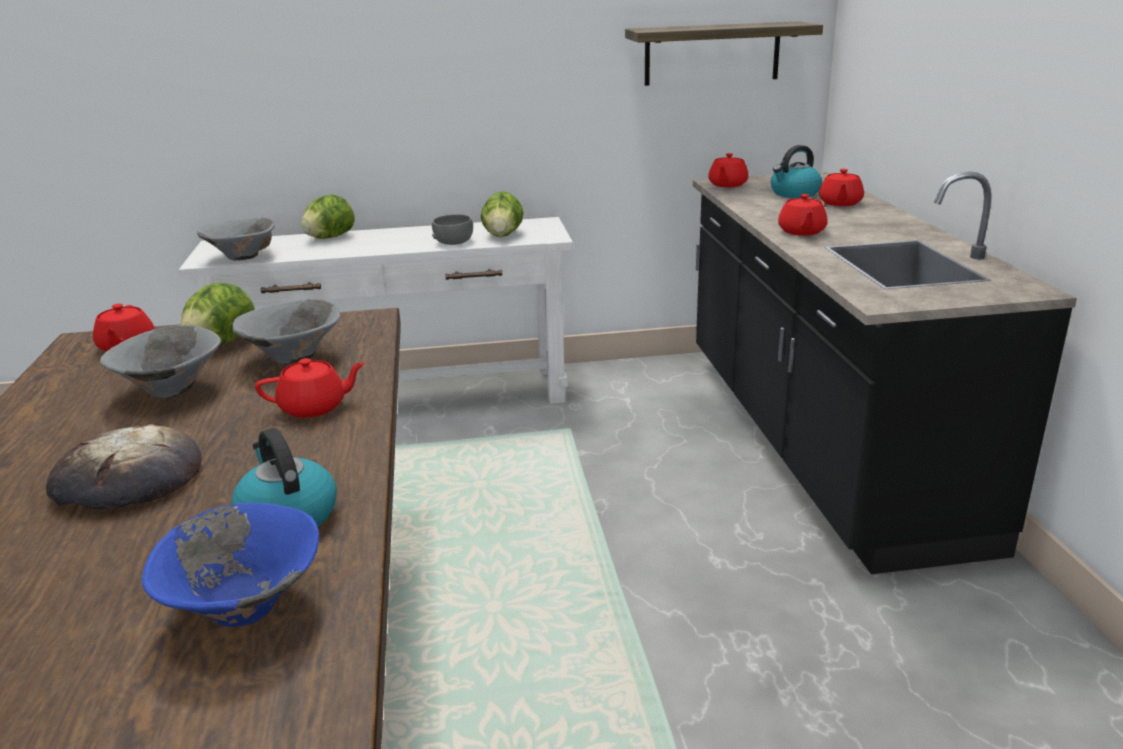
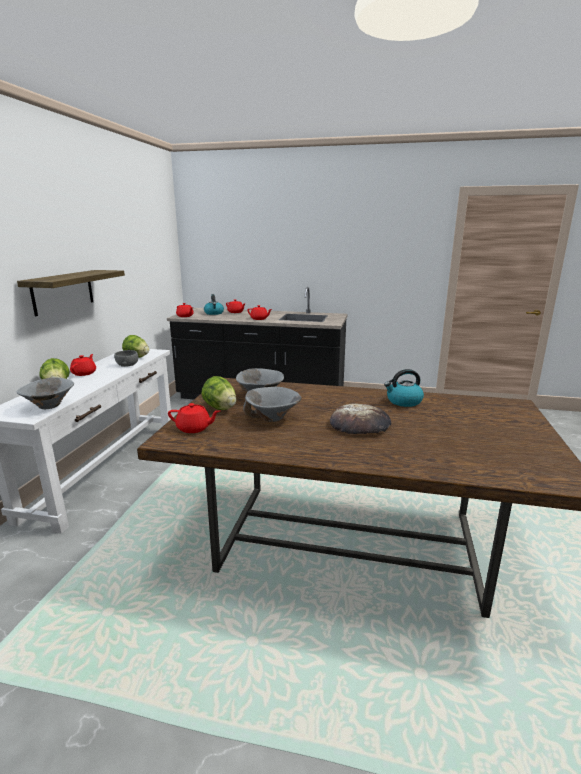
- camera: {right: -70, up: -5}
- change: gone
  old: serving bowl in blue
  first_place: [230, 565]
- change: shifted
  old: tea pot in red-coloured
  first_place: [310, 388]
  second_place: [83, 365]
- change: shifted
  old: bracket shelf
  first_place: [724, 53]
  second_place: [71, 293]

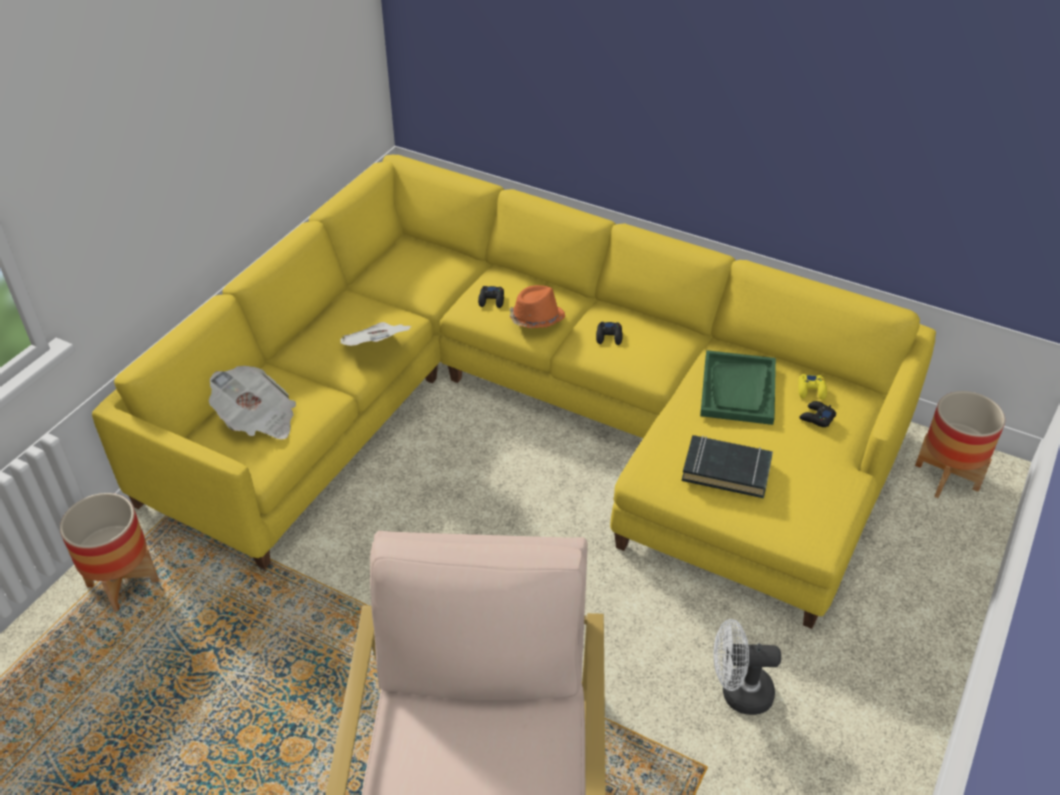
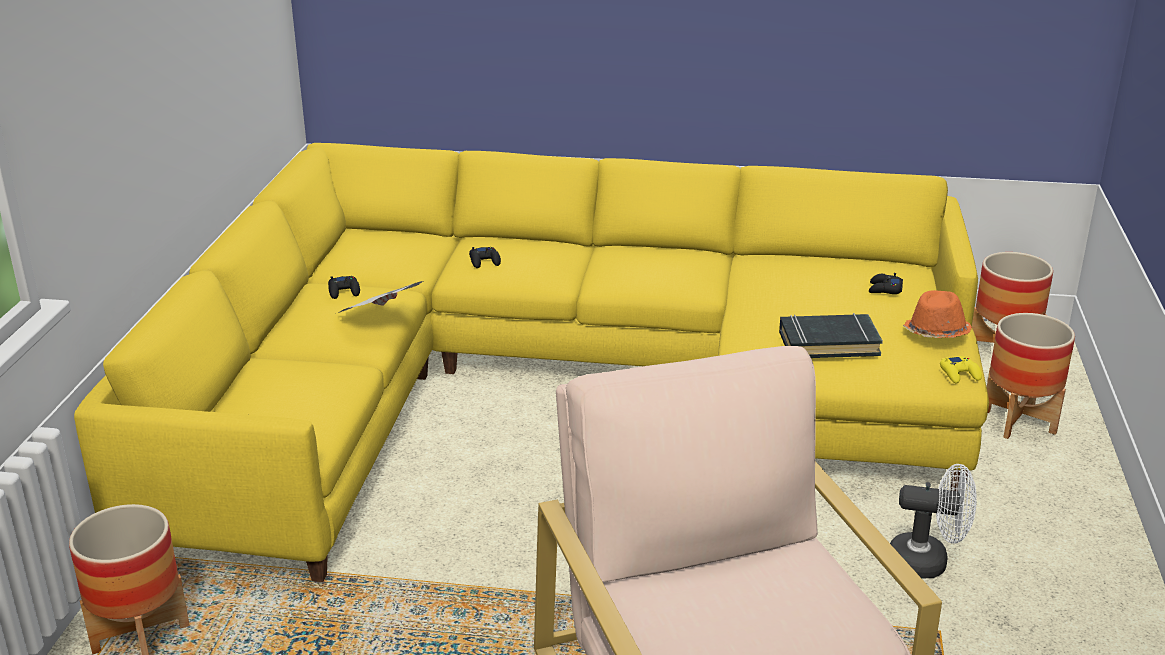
- camera: {right: -20, up: -15}
- change: gone
  old: daily paper
  first_place: [252, 403]
- change: shifted
  old: wearable hat in orange
  first_place: [537, 306]
  second_place: [937, 314]
- change: shifted
  old: game controller in blackish
  first_place: [609, 333]
  second_place: [344, 287]
- change: gone
  old: carrying tray in green
  first_place: [738, 387]
- change: rotated
  old: electric fan in white-coloured
  first_place: [747, 667]
  second_place: [933, 521]
  degrees: -150
- change: shifted
  old: game controller in yellowish
  first_place: [813, 387]
  second_place: [961, 370]
- change: new
  new: flower pot
  second_place: [1031, 376]

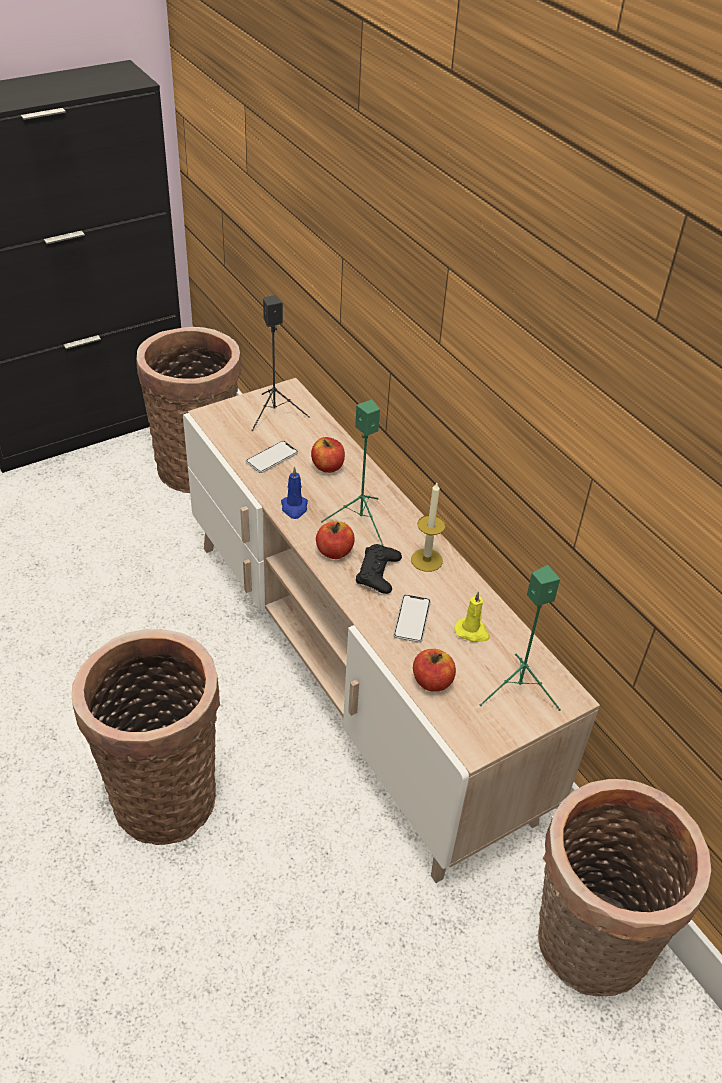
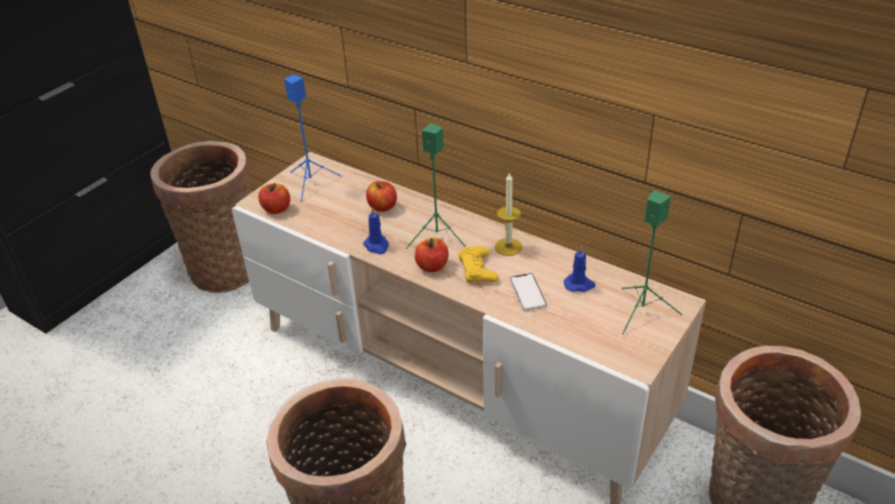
- camera: {right: -20, up: -5}
- change: gone
  old: handset
  first_place: [272, 457]
- change: repainted
  old: audio speaker in blackish
  new: audio speaker in blue
  first_place: [281, 363]
  second_place: [313, 138]
- change: repainted
  old: game controller in blackish
  new: game controller in yellowish
  first_place: [379, 569]
  second_place: [478, 264]
- change: shifted
  old: apple fruit
  first_place: [434, 670]
  second_place: [274, 198]
- change: repainted
  old: wax light in yellowish
  new: wax light in blue
  first_place: [472, 616]
  second_place: [579, 268]

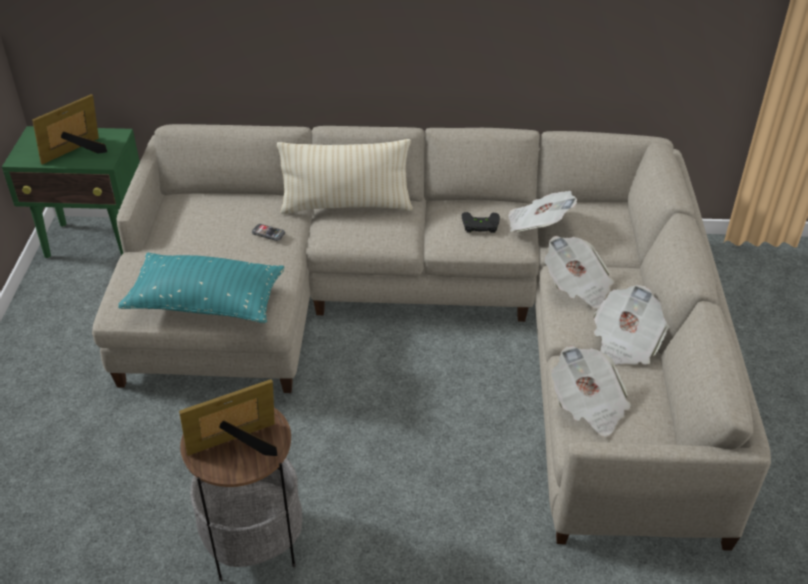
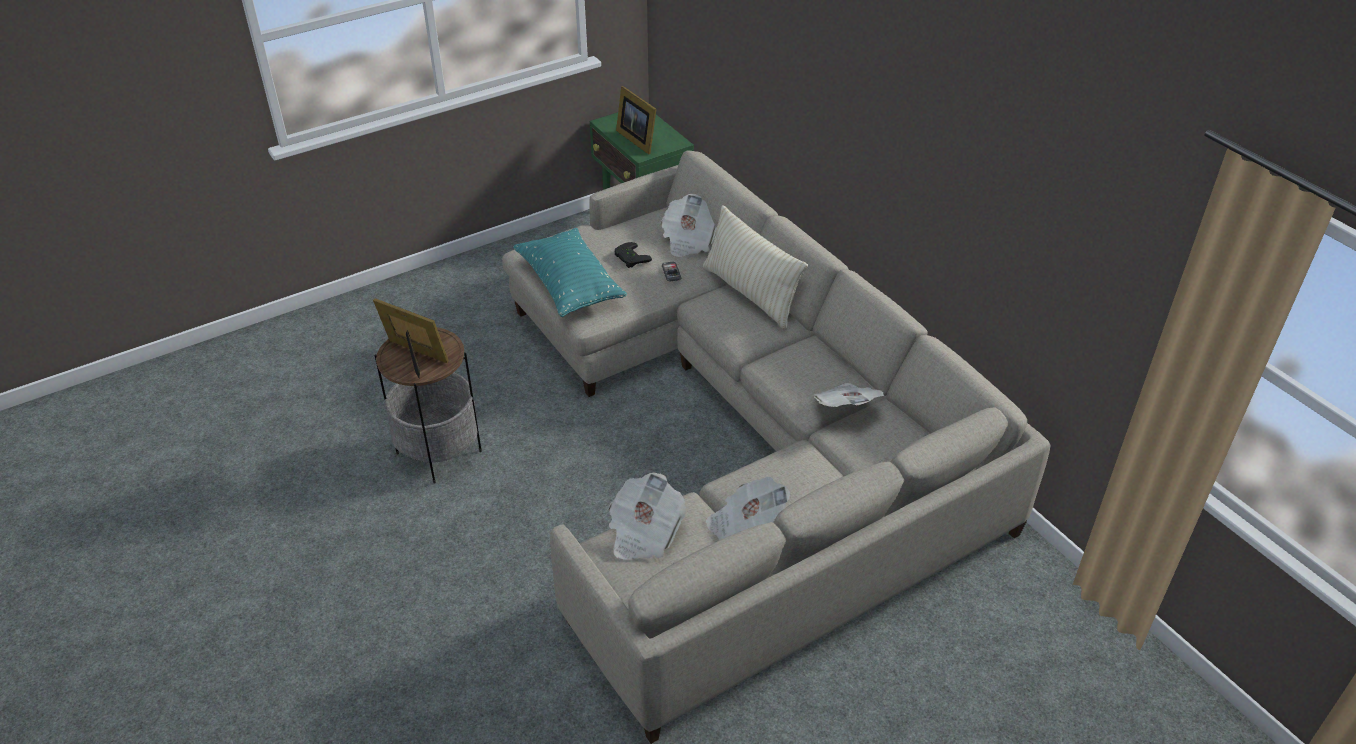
- camera: {right: 55, up: 0}
- change: rotated
  old: photo frame
  first_place: [69, 129]
  second_place: [636, 120]
  degrees: -135
- change: shifted
  old: game controller in blackish
  first_place: [481, 222]
  second_place: [633, 255]
- change: shifted
  old: daily paper
  first_place: [579, 272]
  second_place: [688, 225]

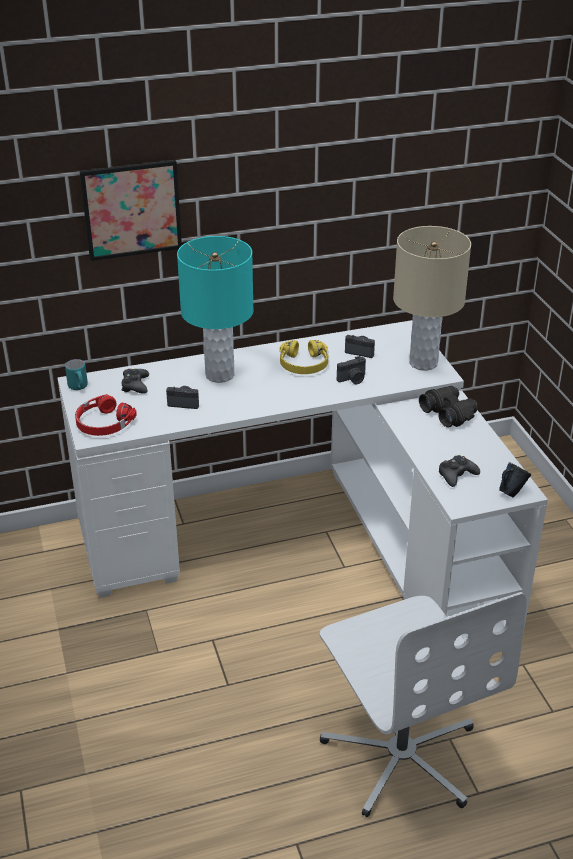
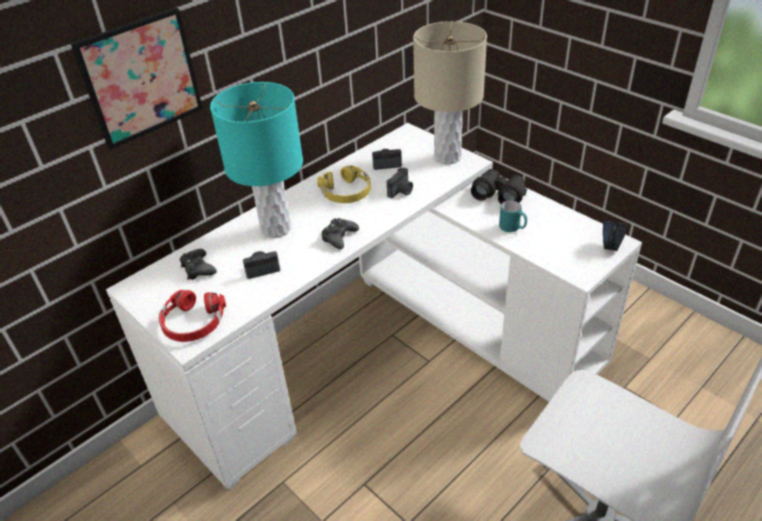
- camera: {right: -25, up: 5}
- change: shifted
  old: coffee mug in blue-green
  first_place: [76, 374]
  second_place: [513, 216]
- change: shifted
  old: game controller in blackish
  first_place: [459, 471]
  second_place: [340, 233]

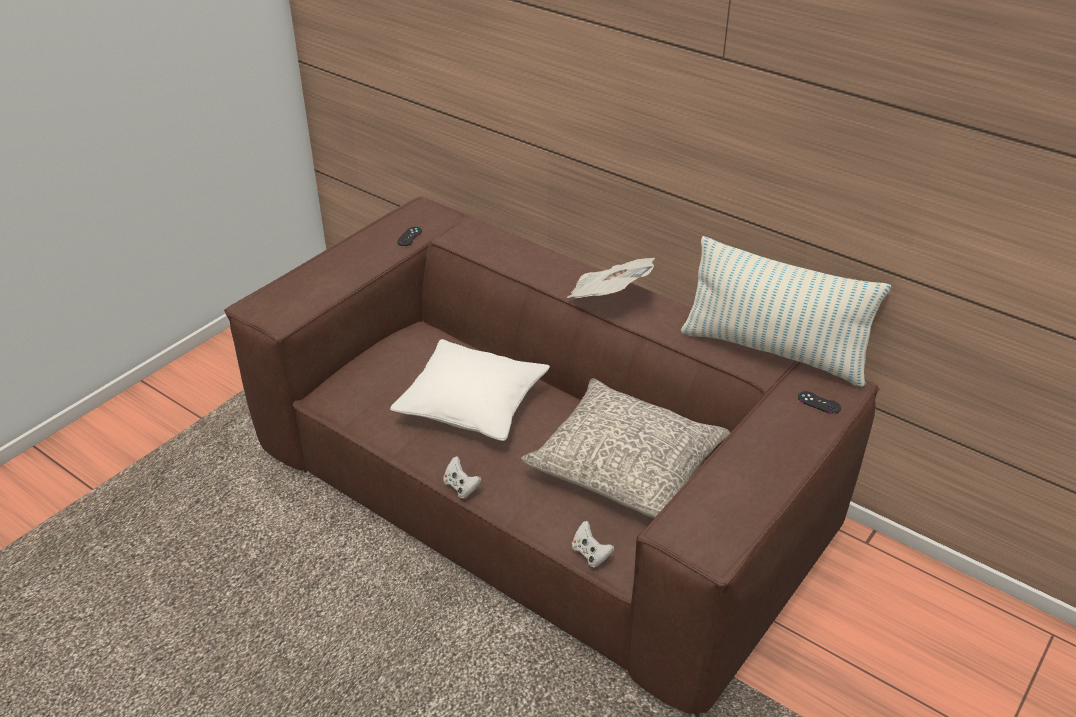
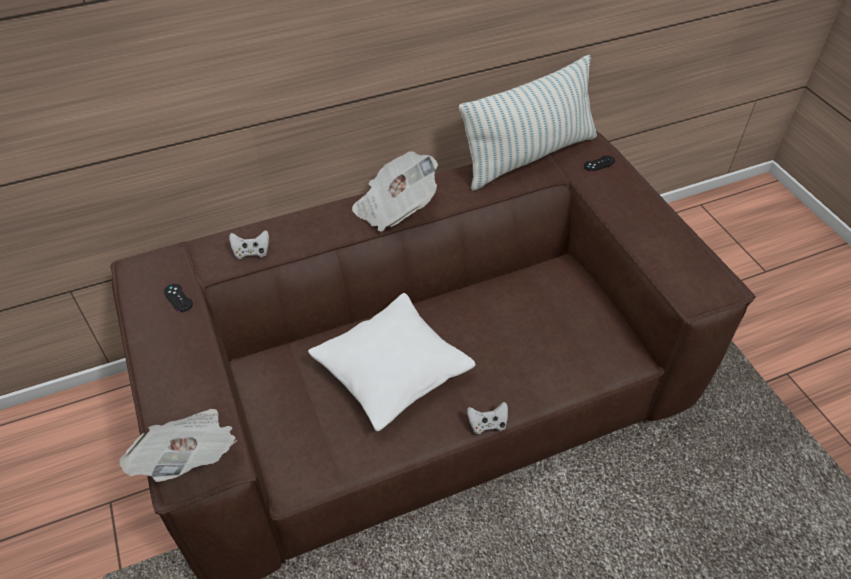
- camera: {right: -60, up: 10}
- change: gone
  old: throw pillow in greyish
  first_place: [625, 448]
- change: shifted
  old: game controller in white-coloured
  first_place: [593, 544]
  second_place: [249, 244]
- change: new
  new: daily paper
  second_place: [178, 445]

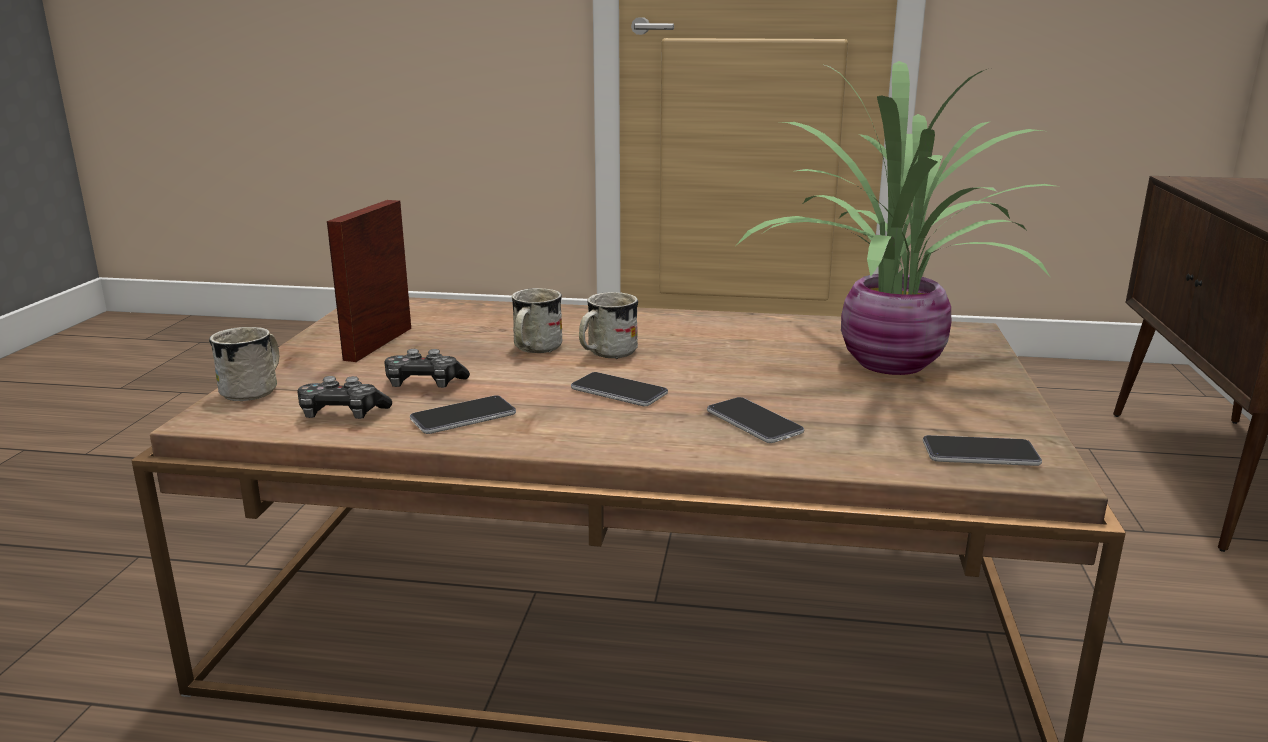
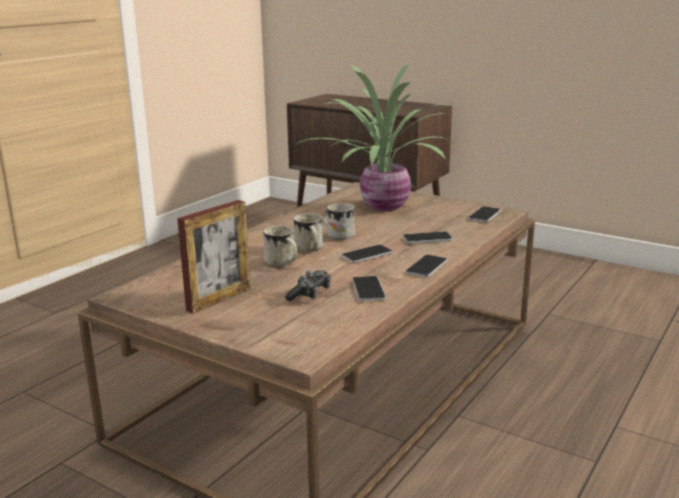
- camera: {right: -65, up: 0}
- change: shifted
  old: coffee mug in white-coloured
  first_place: [244, 364]
  second_place: [339, 221]
- change: gone
  old: game controller
  first_place: [344, 397]
- change: rotated
  old: photo frame
  first_place: [369, 281]
  second_place: [213, 257]
  degrees: -90
- change: new
  new: handset
  second_place: [427, 266]

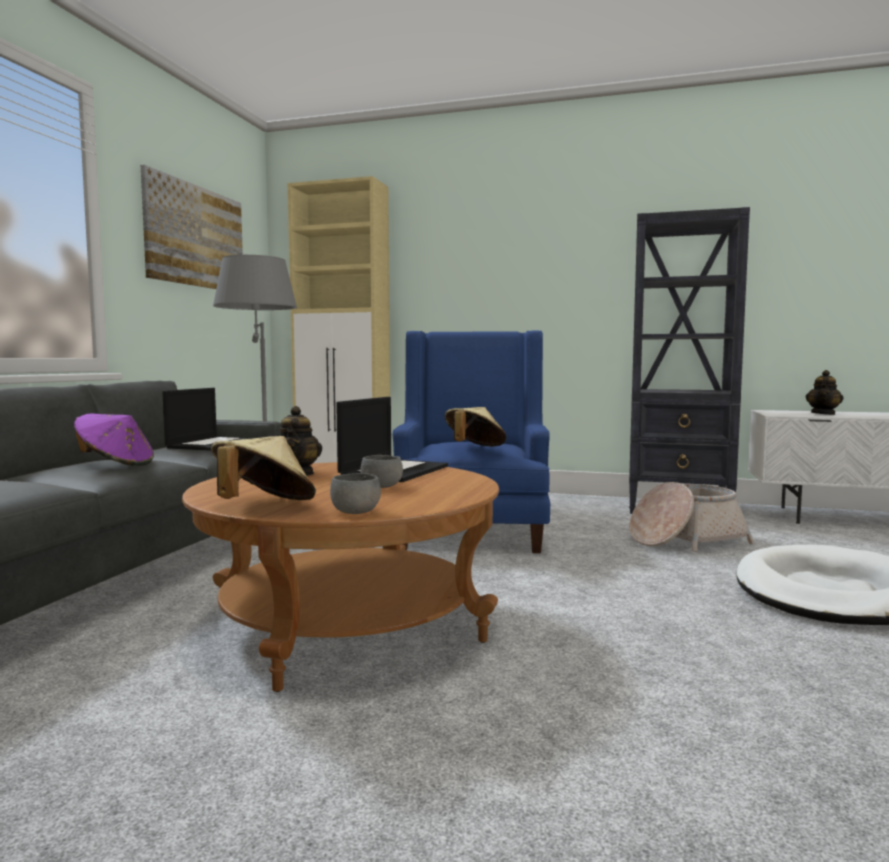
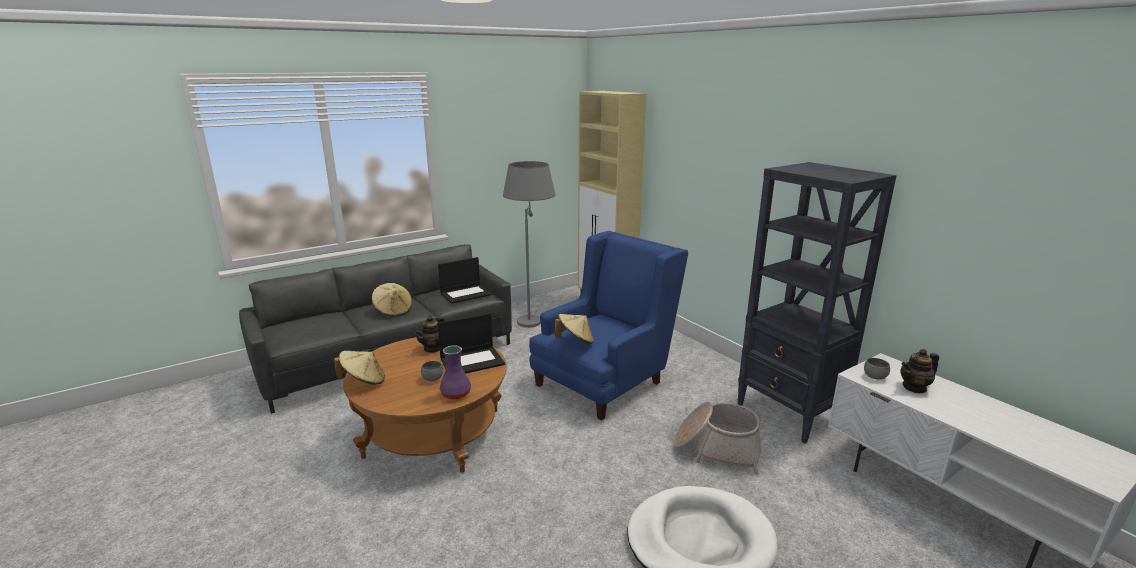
- camera: {right: 40, up: 15}
- change: repainted
  old: wearable hat in purple-coloured
  new: wearable hat in beige-coloured
  first_place: [114, 440]
  second_place: [392, 299]
- change: gone
  old: picture
  first_place: [192, 227]
- change: shifted
  old: serving bowl in greyish
  first_place: [355, 493]
  second_place: [877, 368]
- change: new
  new: decorative vase in purple-coloured
  second_place: [455, 372]

